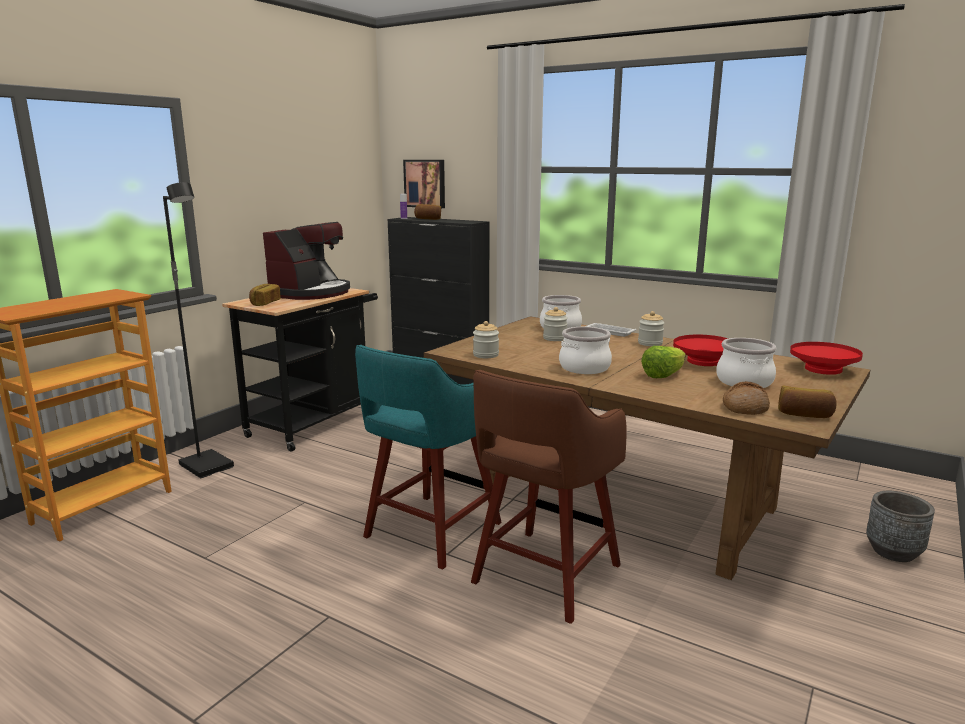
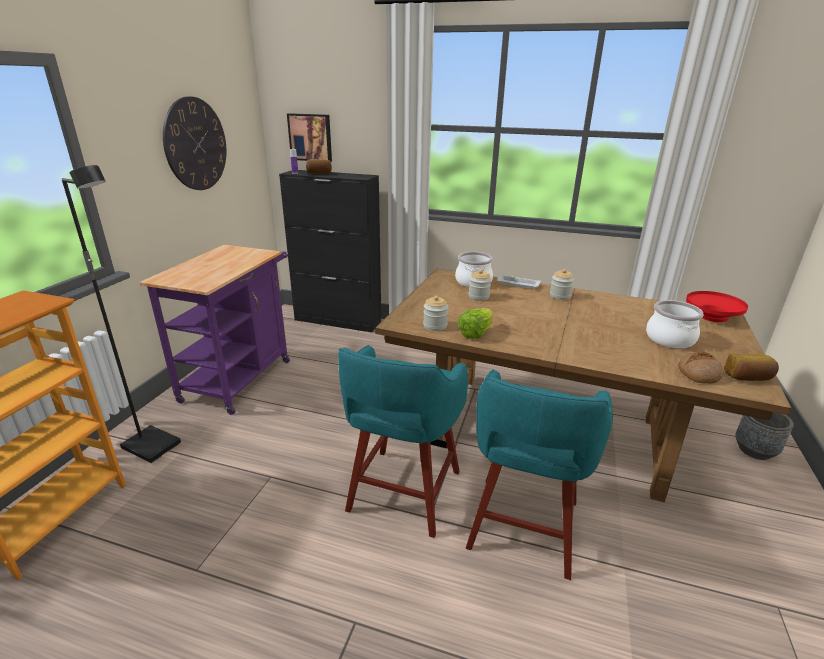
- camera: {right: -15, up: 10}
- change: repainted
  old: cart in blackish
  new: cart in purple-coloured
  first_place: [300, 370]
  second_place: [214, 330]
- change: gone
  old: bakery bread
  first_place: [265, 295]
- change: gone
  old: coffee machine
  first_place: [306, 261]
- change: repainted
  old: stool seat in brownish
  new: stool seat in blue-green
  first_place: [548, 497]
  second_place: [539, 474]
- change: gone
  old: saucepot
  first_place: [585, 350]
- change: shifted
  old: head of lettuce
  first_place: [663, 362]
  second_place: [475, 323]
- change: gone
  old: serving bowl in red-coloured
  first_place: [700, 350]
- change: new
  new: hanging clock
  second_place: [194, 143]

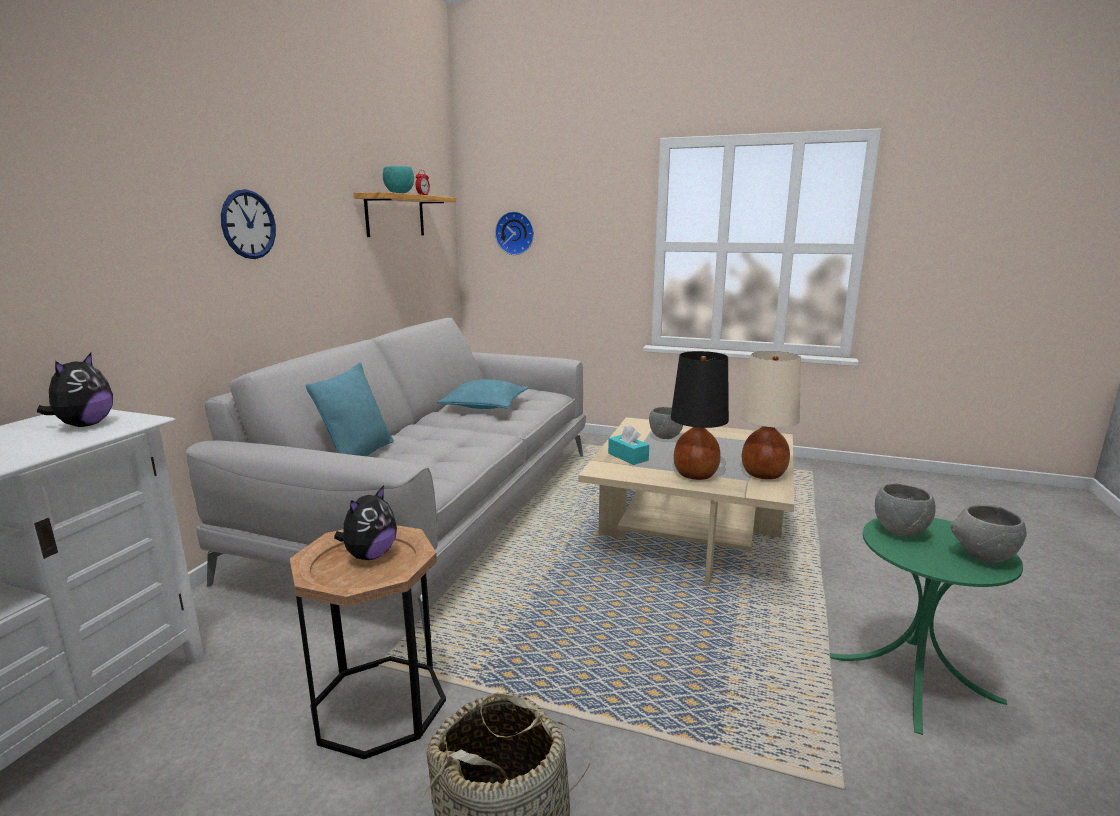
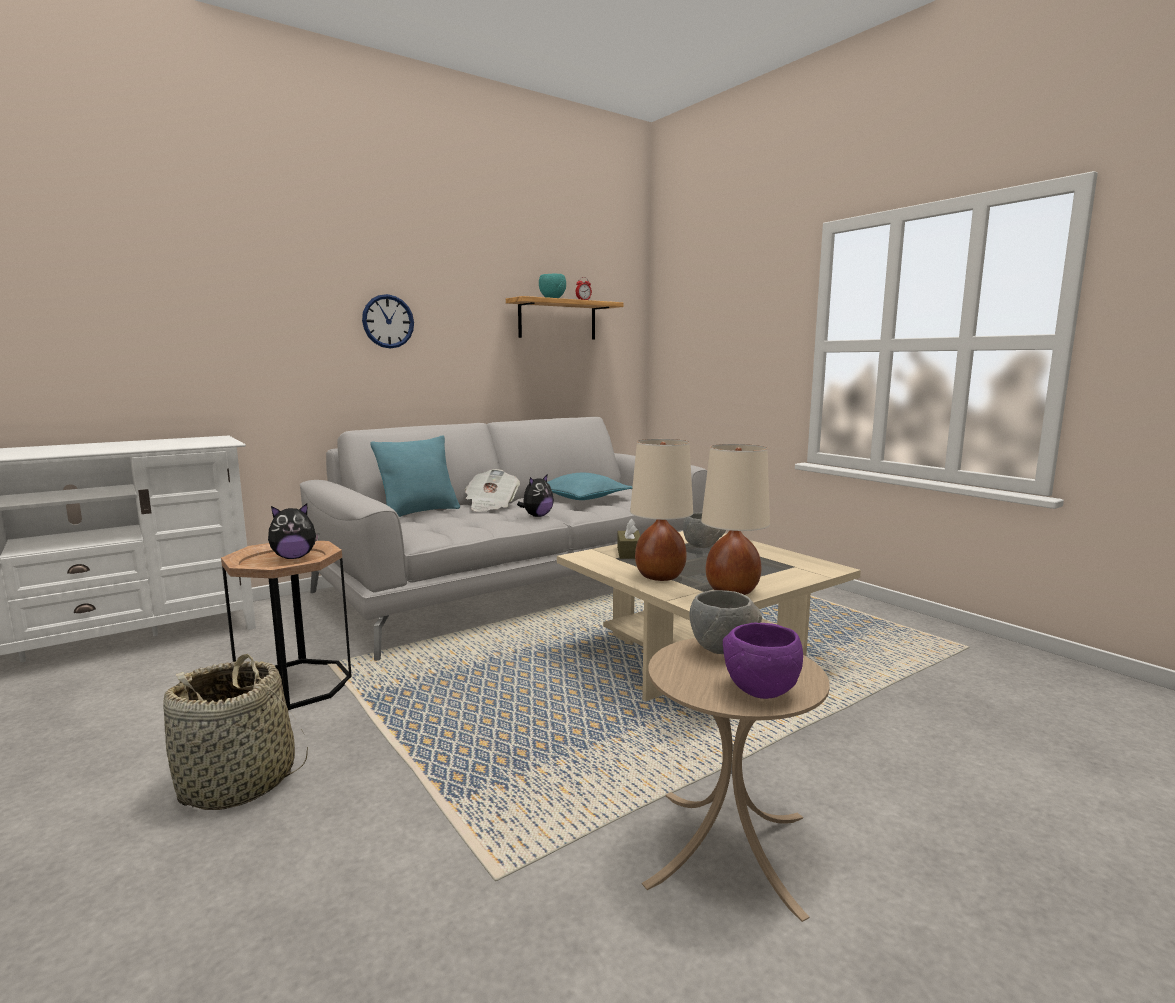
- camera: {right: 35, up: -5}
- change: shifted
  old: plush toy
  first_place: [75, 390]
  second_place: [535, 495]
- change: gone
  old: hanging clock
  first_place: [514, 233]
- change: repainted
  old: tissue holder in blue-green
  new: tissue holder in brownish
  first_place: [628, 445]
  second_place: [628, 539]
- change: repainted
  old: lamp for a table in blackish
  new: lamp for a table in beige-coloured
  first_place: [700, 415]
  second_place: [661, 510]
- change: repainted
  old: side table in green
  new: side table in beige-coloured
  first_place: [926, 626]
  second_place: [736, 780]
- change: repainted
  old: serving bowl in greyish
  new: serving bowl in purple-coloured
  first_place: [988, 533]
  second_place: [763, 660]
- change: new
  new: daily paper
  second_place: [492, 490]

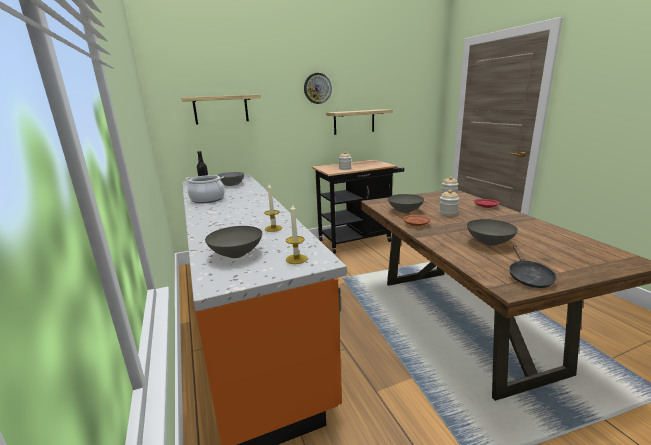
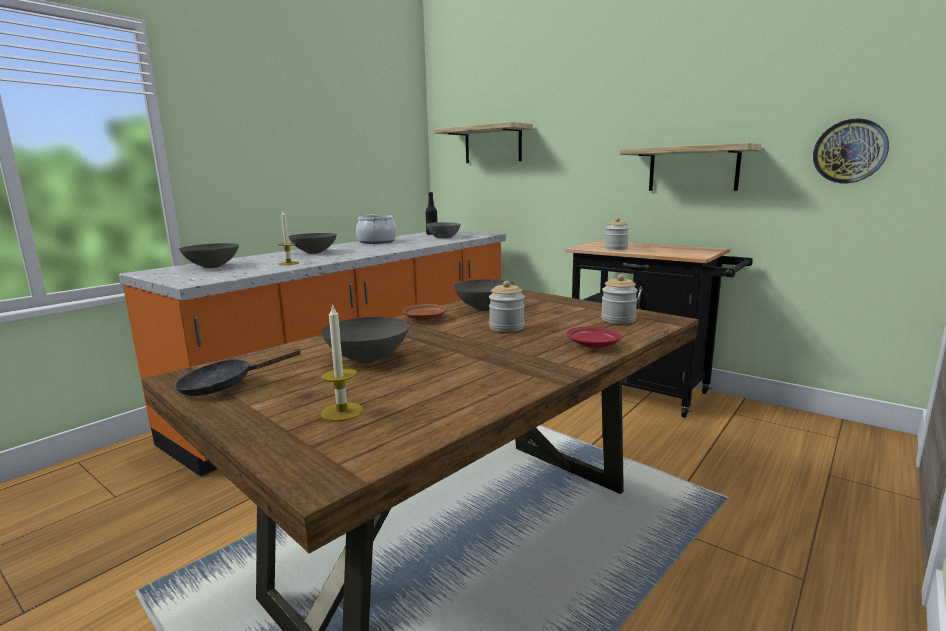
- camera: {right: 60, up: -5}
- change: shifted
  old: wax light
  first_place: [296, 233]
  second_place: [341, 362]
- change: shifted
  old: hanging clock
  first_place: [318, 88]
  second_place: [851, 150]
- change: new
  new: serving bowl in greyish
  second_place: [313, 243]

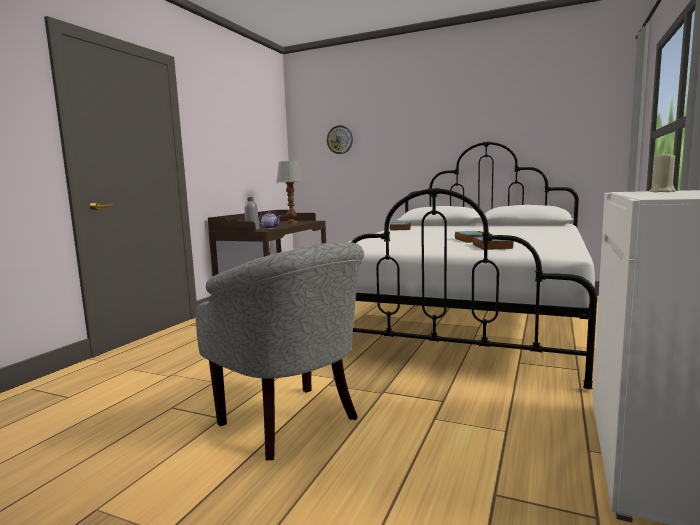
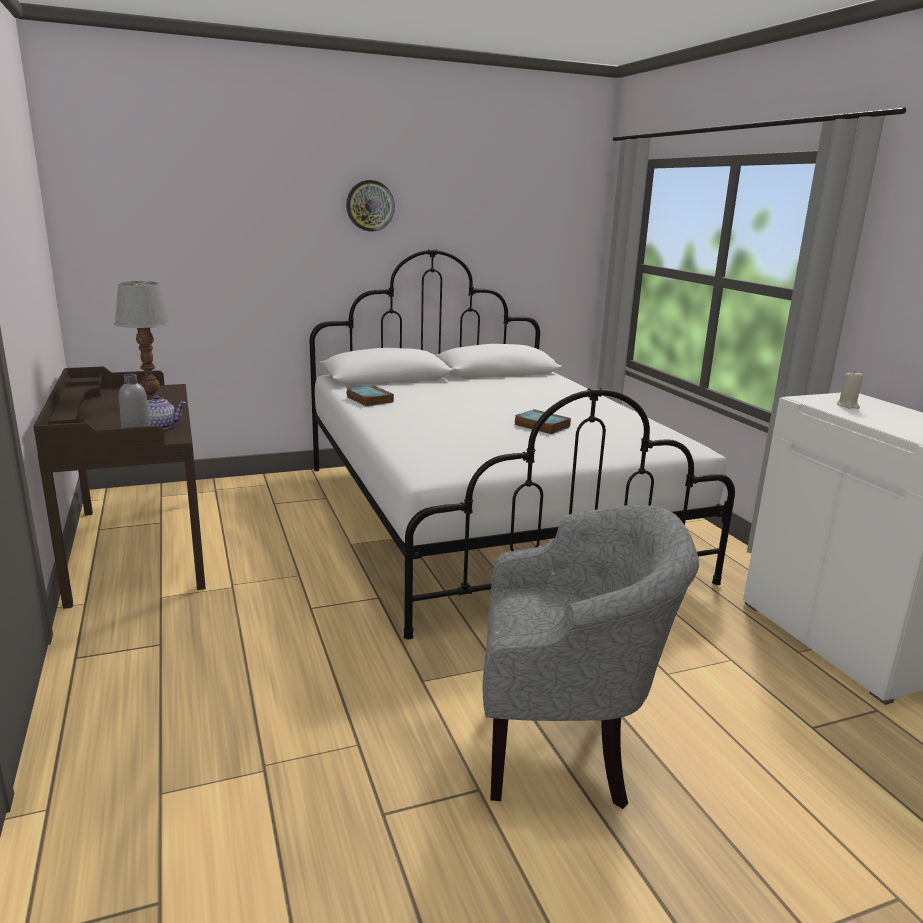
- camera: {right: -45, up: 10}
- change: shifted
  old: hanging clock
  first_place: [340, 139]
  second_place: [370, 206]
- change: gone
  old: volume
  first_place: [492, 243]

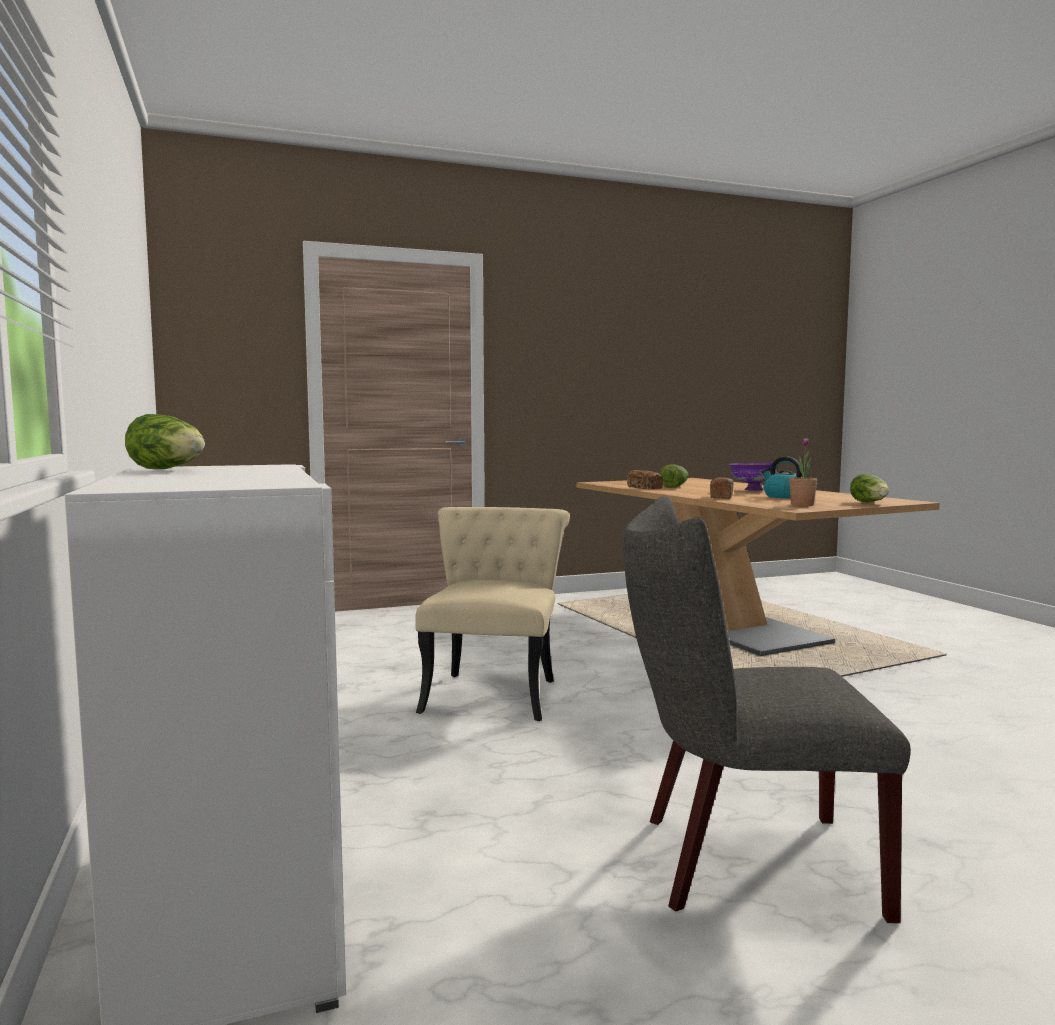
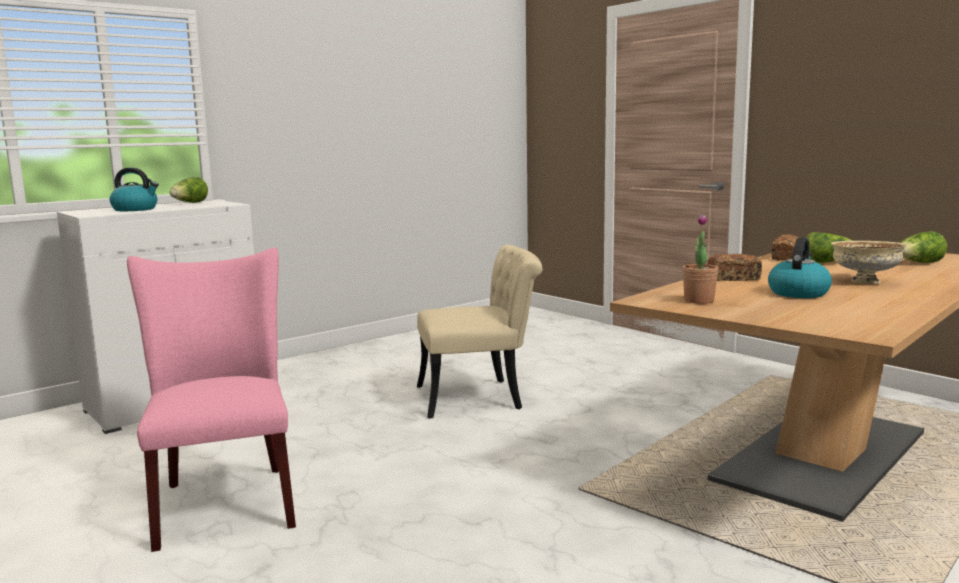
- camera: {right: 70, up: 5}
- change: repainted
  old: upright chair in greyish
  new: upright chair in pink
  first_place: [766, 709]
  second_place: [211, 399]
- change: repainted
  old: serving bowl in purple-coloured
  new: serving bowl in beige-coloured
  first_place: [753, 476]
  second_place: [868, 262]
- change: shifted
  old: head of lettuce
  first_place: [869, 487]
  second_place: [924, 247]
- change: new
  new: water kettle
  second_place: [134, 189]

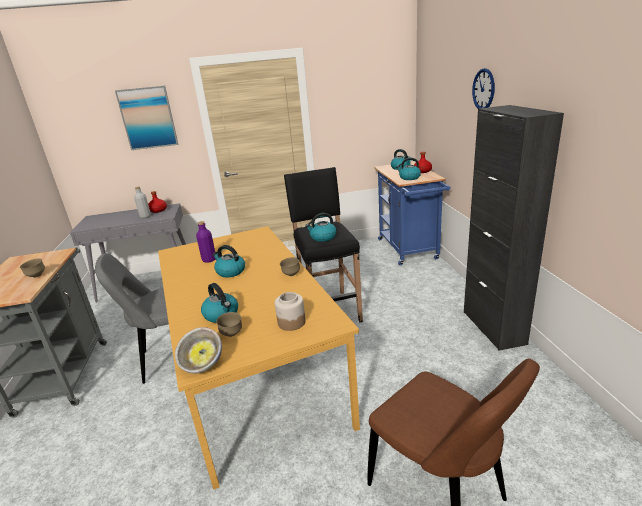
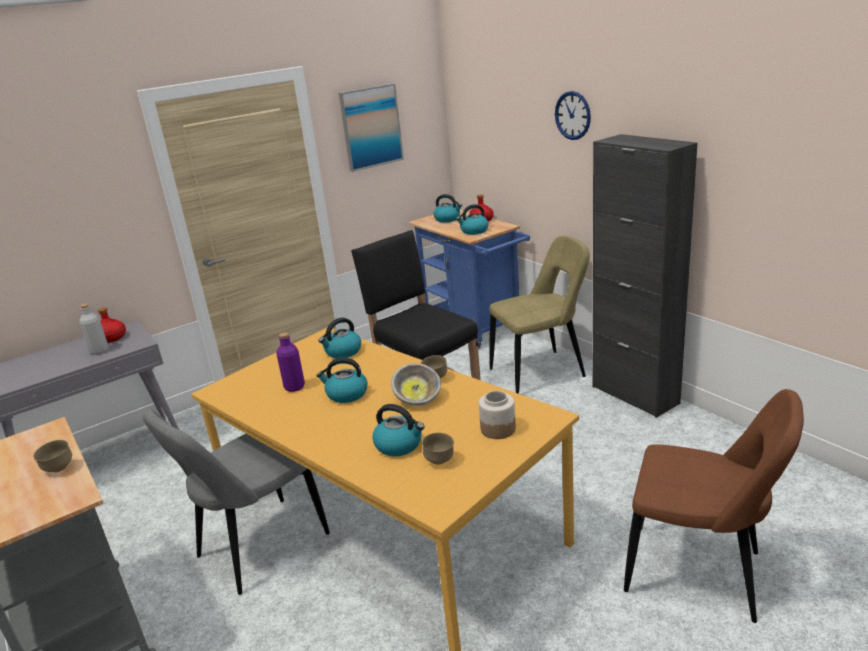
- camera: {right: -25, up: 0}
- change: shifted
  old: picture
  first_place: [146, 118]
  second_place: [371, 128]
- change: shifted
  old: serving bowl
  first_place: [198, 350]
  second_place: [416, 384]
- change: shifted
  old: water kettle
  first_place: [321, 227]
  second_place: [340, 338]
- change: new
  new: upright chair in beige-coloured
  second_place: [539, 314]

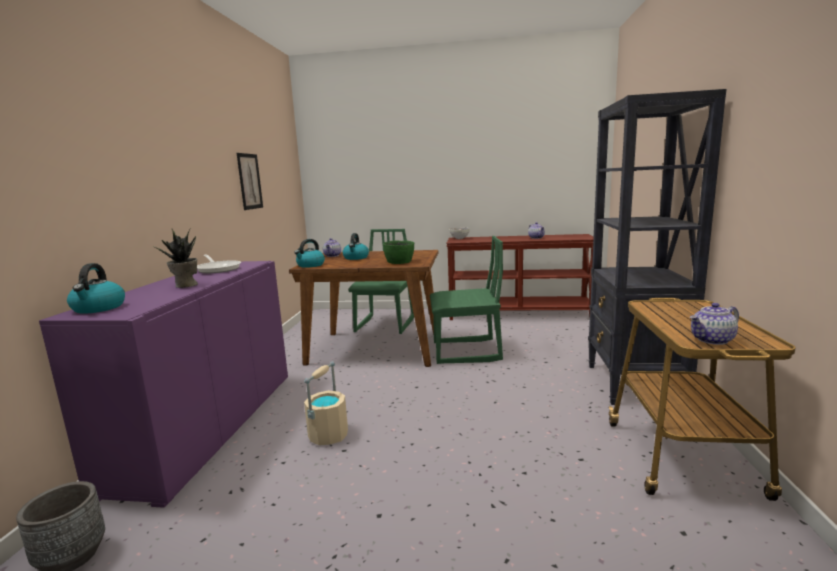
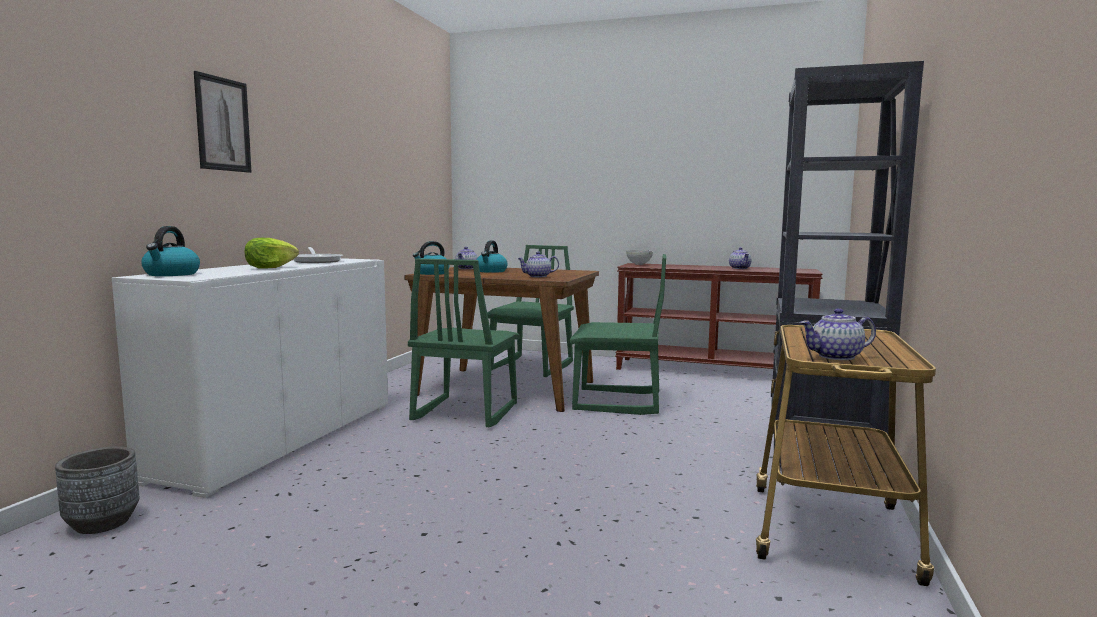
- camera: {right: 10, up: -5}
- change: repainted
  old: cupboard in purple-coloured
  new: cupboard in white-coloured
  first_place: [163, 384]
  second_place: [250, 378]
- change: swapped
  old: plant in a pot
  new: head of lettuce
  first_place: [175, 258]
  second_place: [272, 253]
- change: shifted
  old: picture
  first_place: [250, 181]
  second_place: [223, 122]
- change: gone
  old: pail in beige-coloured
  first_place: [326, 403]
- change: swapped
  old: serving bowl in green
  new: tea pot
  first_place: [398, 252]
  second_place: [538, 264]
- change: new
  new: upright chair in green
  second_place: [464, 342]

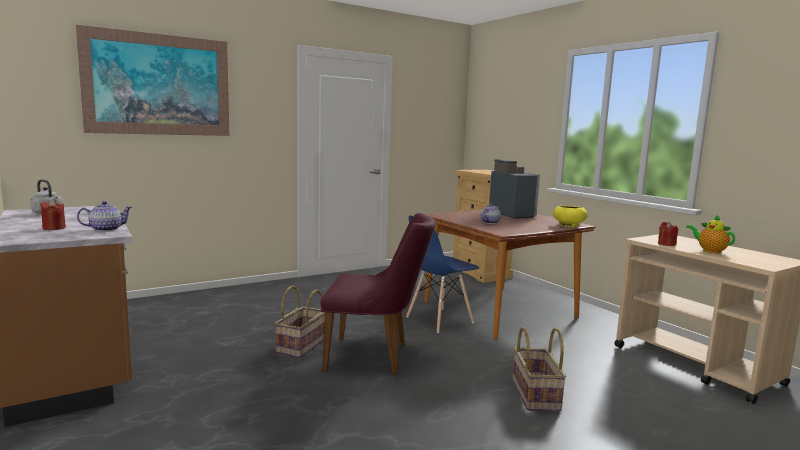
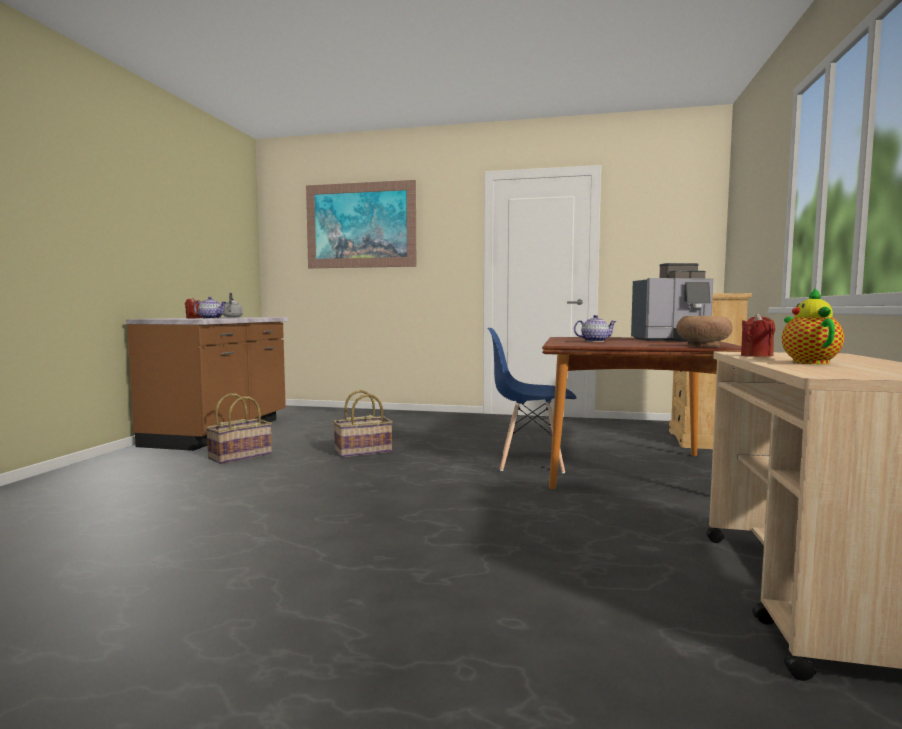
- camera: {right: 45, up: -5}
- change: gone
  old: upright chair in purple-coloured
  first_place: [378, 294]
- change: rotated
  old: coffee machine
  first_place: [514, 189]
  second_place: [672, 302]
  degrees: 60
- change: shifted
  old: storage basket
  first_place: [539, 368]
  second_place: [239, 428]
- change: repainted
  old: serving bowl in yellowish
  new: serving bowl in brownish
  first_place: [570, 216]
  second_place: [704, 331]

